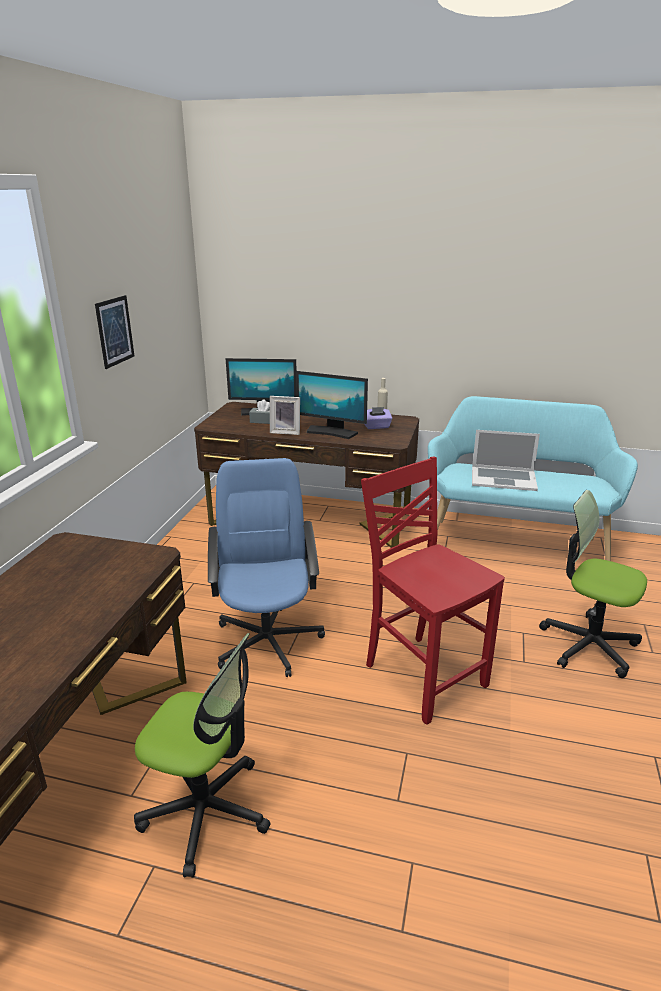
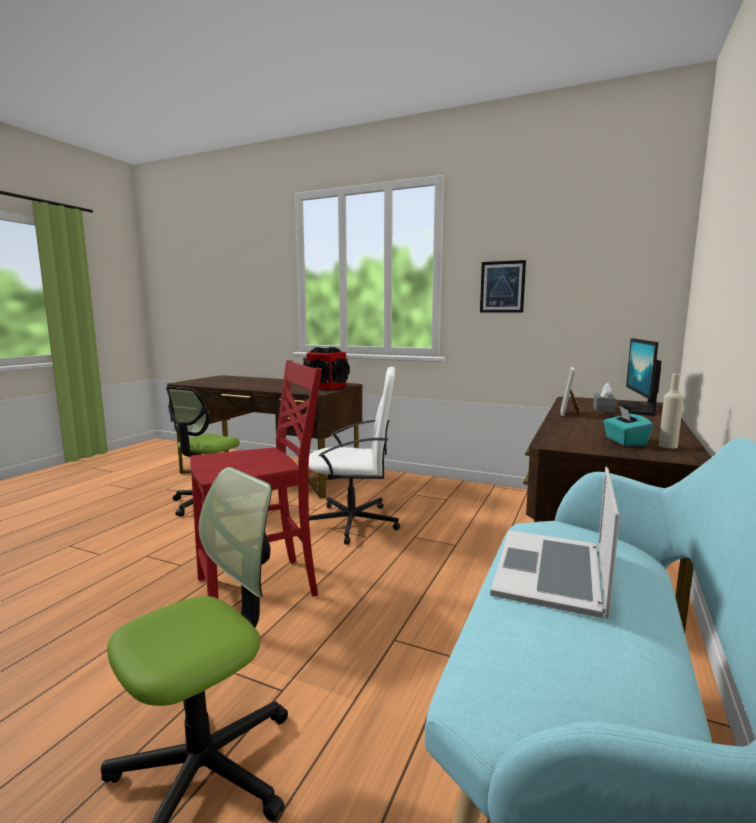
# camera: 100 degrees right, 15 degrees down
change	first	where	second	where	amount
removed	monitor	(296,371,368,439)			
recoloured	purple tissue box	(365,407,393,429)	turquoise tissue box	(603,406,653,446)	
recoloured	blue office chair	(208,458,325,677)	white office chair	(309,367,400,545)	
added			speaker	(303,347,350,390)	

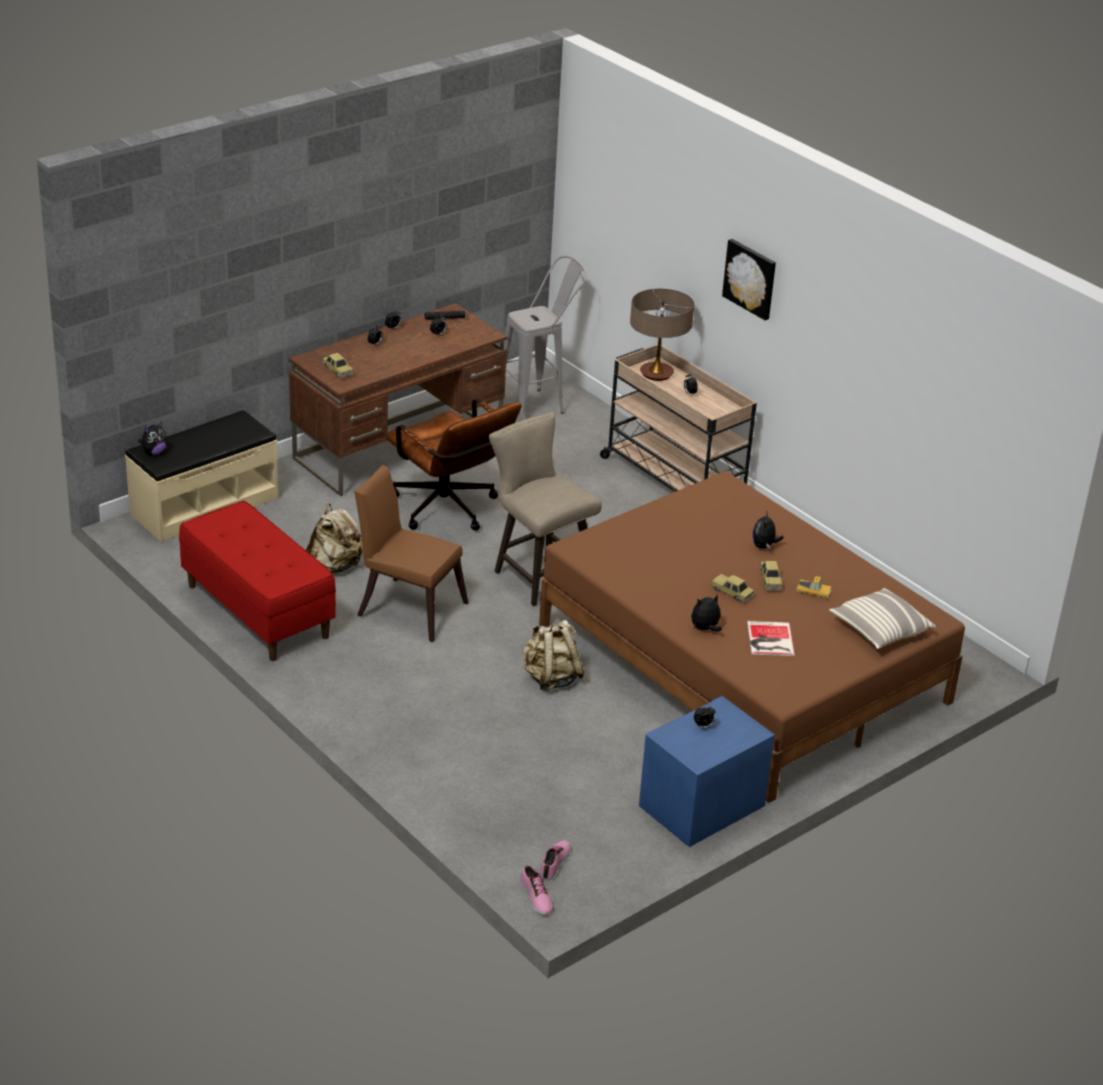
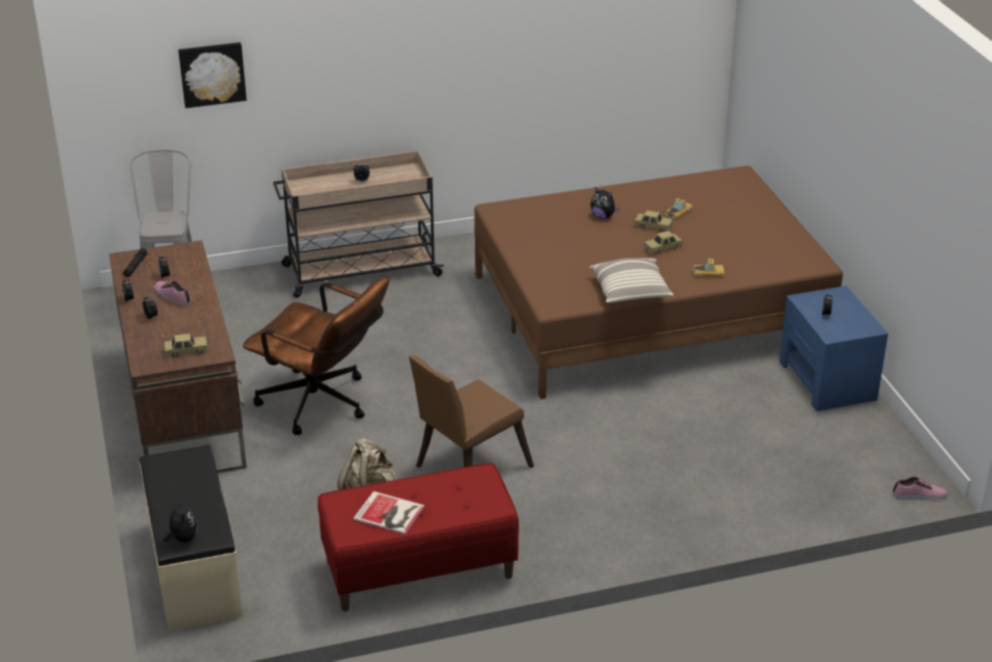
# camera: 65 degrees left, 0 degrees up
change	first	where	second	where	amount
moved	picture	(722,239,776,320)		(178,42,247,108)	
removed	table lamp	(630,289,694,381)			
turned	brown office chair	(385,398,522,531)		(243,277,389,435)	45 degrees clockwise
removed	beige stool	(489,412,602,606)			
moved	pillow	(829,588,936,649)		(590,258,674,303)	
replaced	plush toy	(691,594,722,631)	toy car	(692,259,725,278)	
removed	beige backpack	(522,620,585,691)			
moved	book	(747,621,795,656)		(353,491,425,534)	
moved	shoe	(540,840,570,880)		(154,280,191,306)	

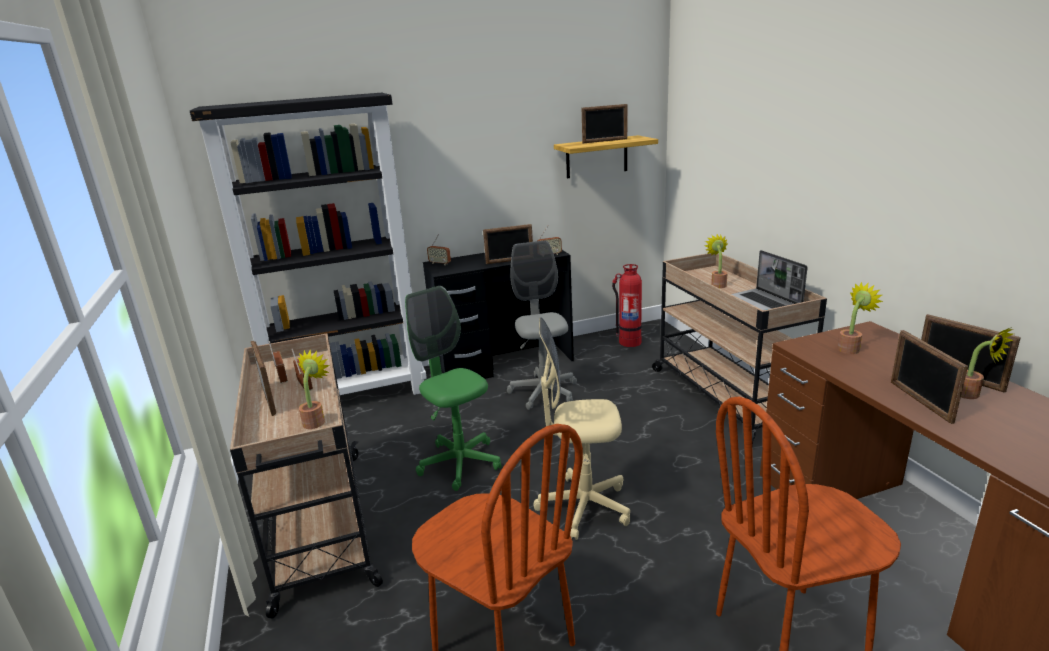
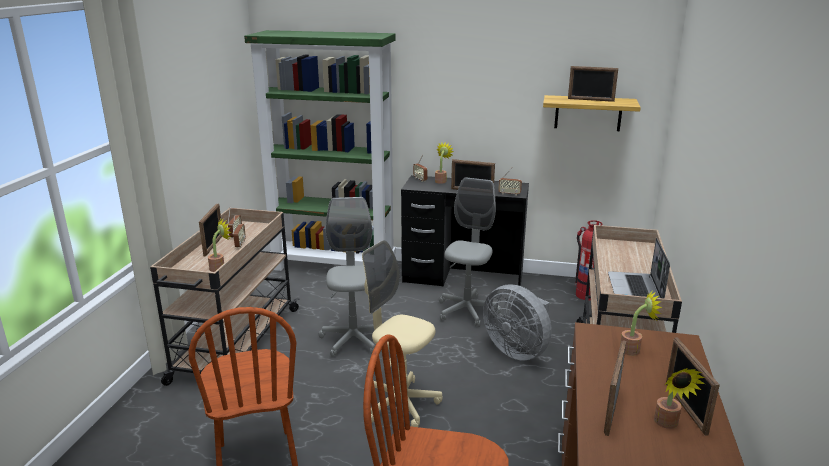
# camera: 30 degrees right, 0 degrees up
change	first	where	second	where	amount
recoloured	black bookcase	(190,93,427,395)	green bookcase	(244,30,396,271)	
moved	potted plant	(704,234,728,288)		(435,142,454,184)	
recoloured	green office chair	(405,286,502,491)	grey office chair	(319,197,383,357)	
added			grey fan	(483,284,552,361)	

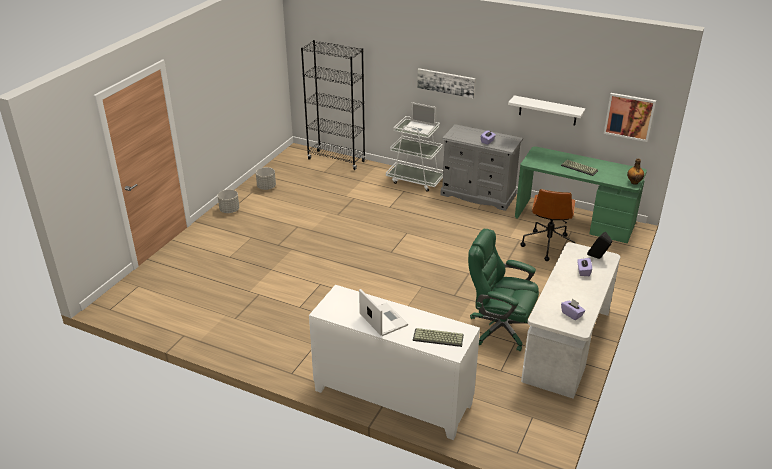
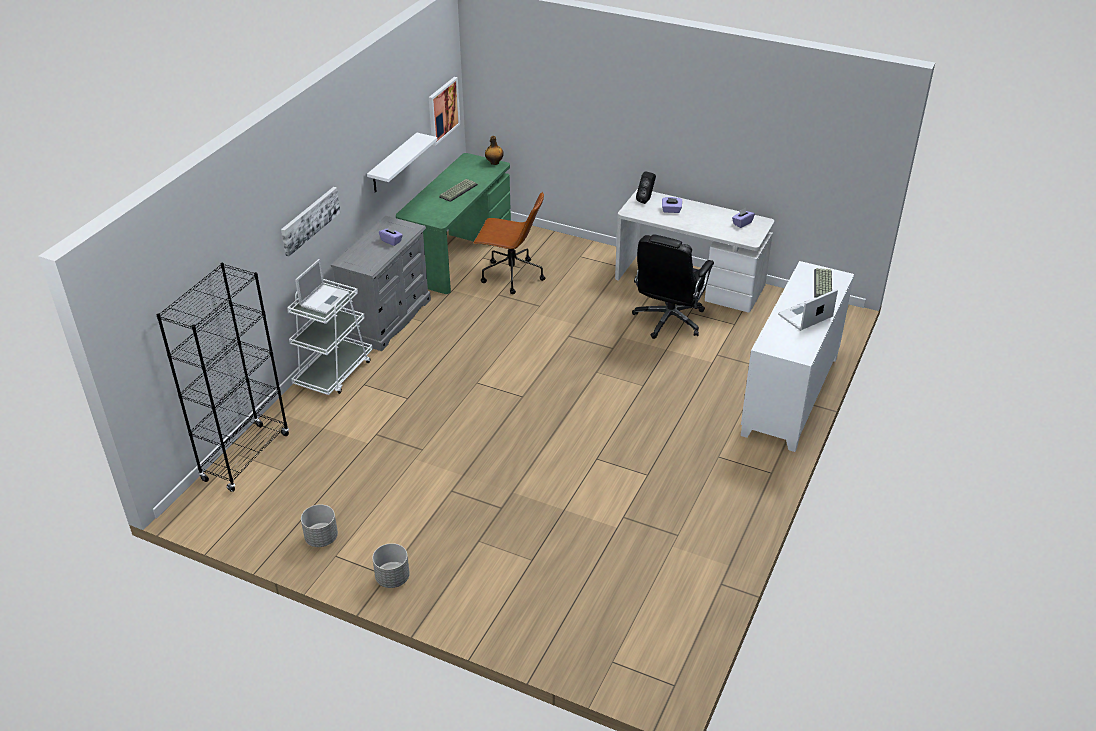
# camera: 90 degrees left, 5 degrees up
change	first	where	second	where	amount
recoloured	green office chair	(468,229,539,351)	black office chair	(632,234,714,339)	

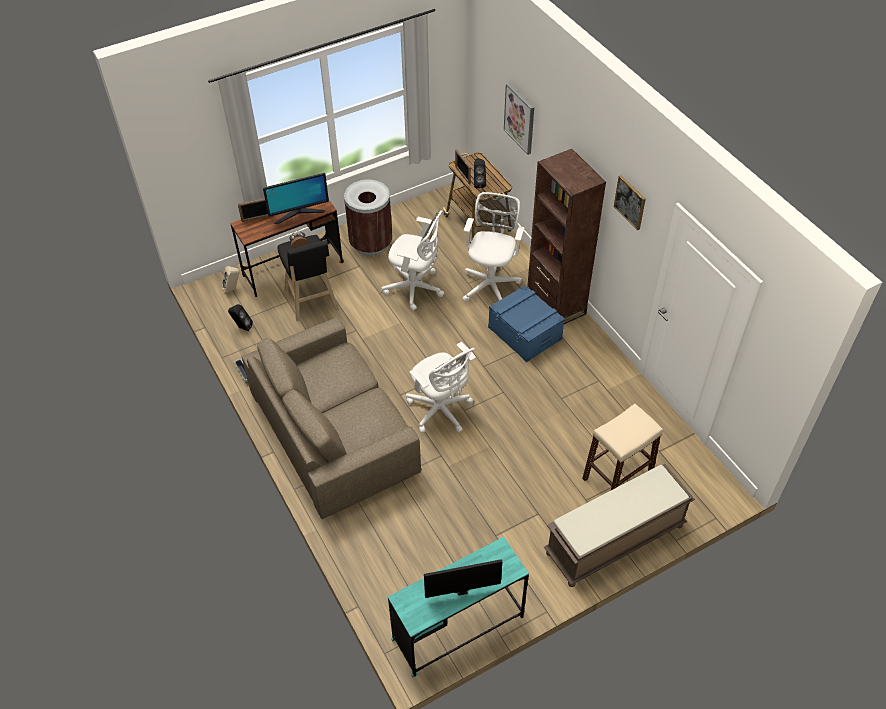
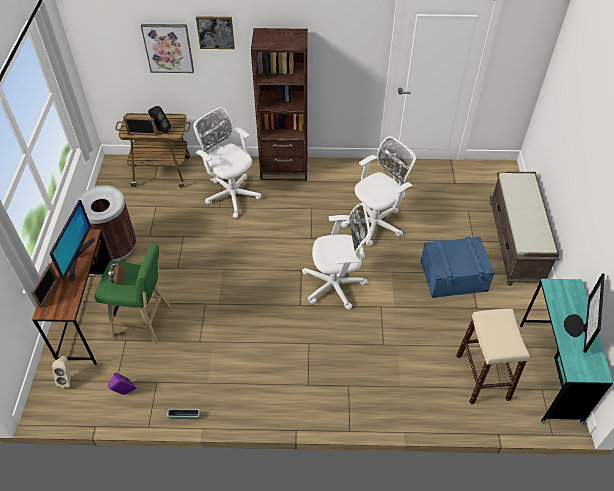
# camera: 60 degrees left, 0 degrees up
change	first	where	second	where	amount
moved	picture	(614,175,646,230)		(196,16,235,49)	
moved	white office chair	(382,210,444,311)		(341,136,416,247)	
recoloured	black stool	(277,235,339,321)	green stool	(94,243,171,344)	
moved	blue storage box	(488,285,565,362)		(420,237,495,298)	
recoloured	black speaker	(228,304,253,331)	purple speaker	(108,373,137,395)	
removed	brown sofa	(242,317,421,519)			
moved	beige stool	(582,404,663,490)		(457,309,530,404)	

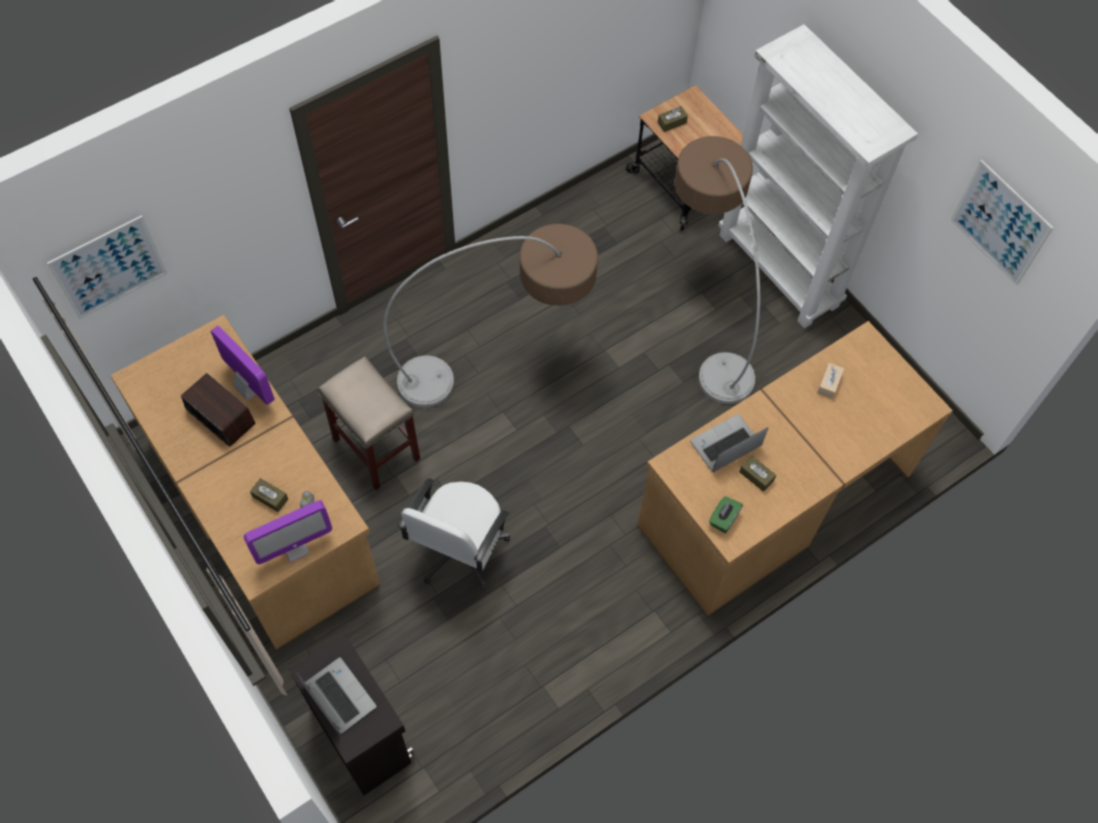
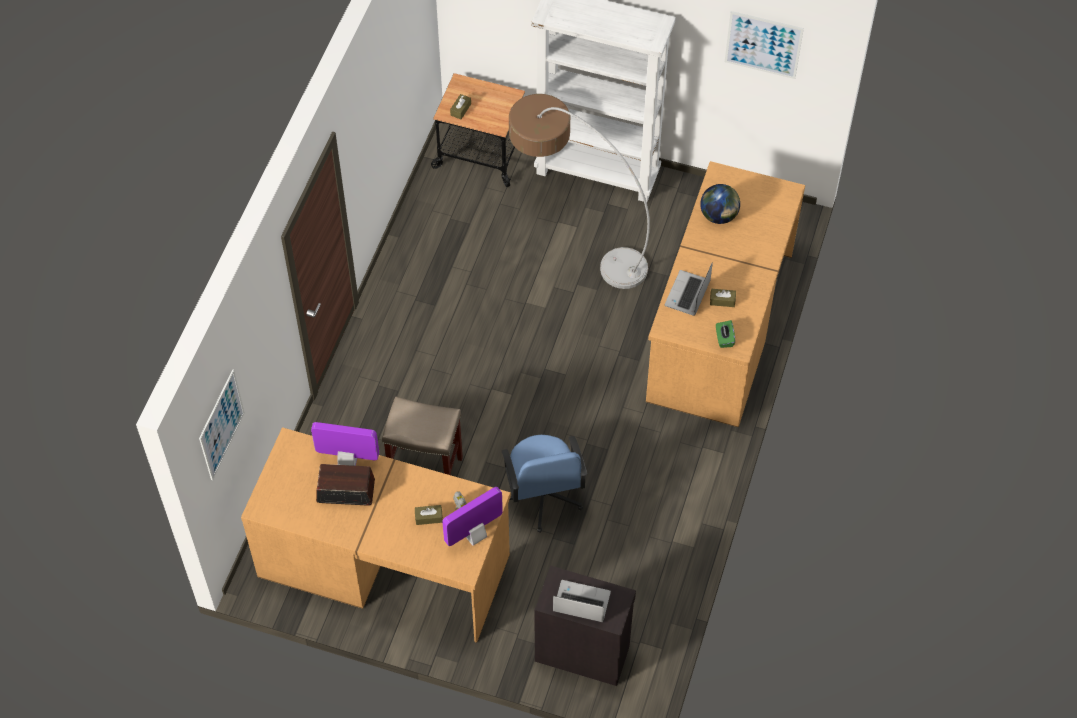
# camera: 35 degrees left, 5 degrees down
change	first	where	second	where	amount
removed	floor lamp	(383,224,598,408)			
replaced	beige tissue box	(817,363,844,399)	globe	(700,184,740,224)	
recoloured	white office chair	(397,478,510,590)	blue office chair	(502,435,587,533)	
turned	monitor	(243,500,332,564)		(442,487,503,546)	150 degrees counterclockwise

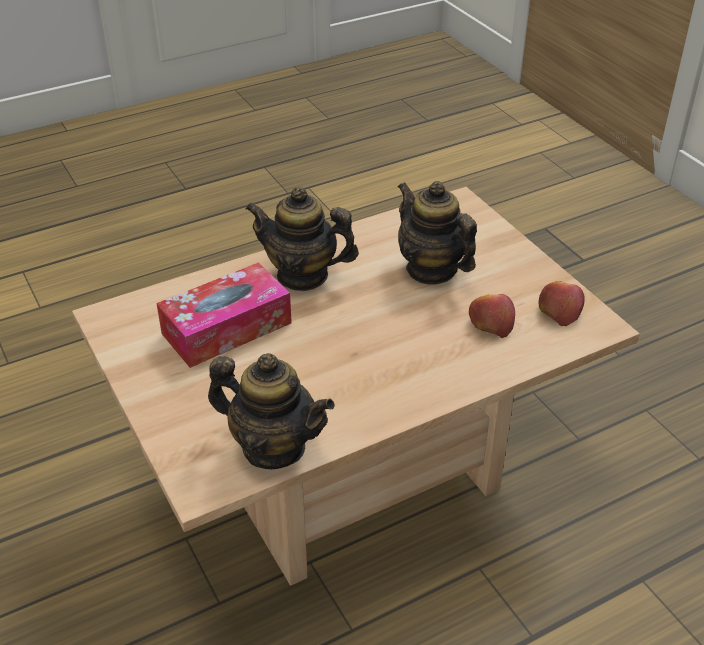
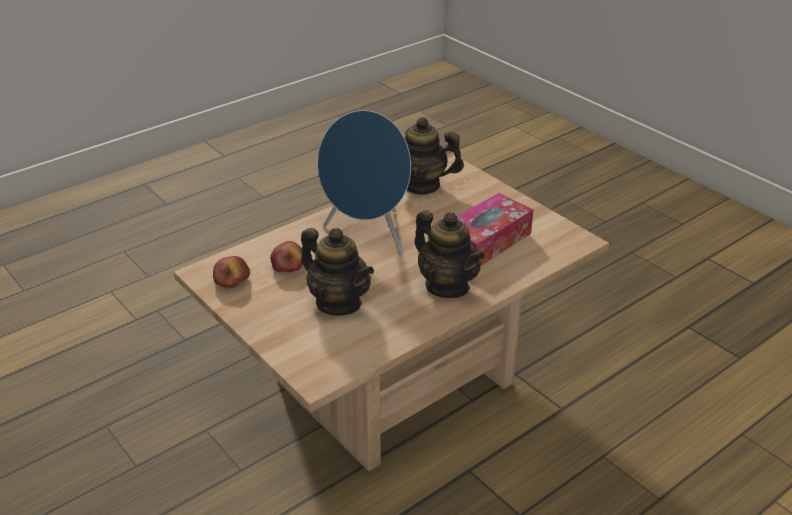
# camera: 170 degrees right, 5 degrees down
change	first	where	second	where	amount
turned	teapot	(245,187,359,291)		(415,211,485,298)	45 degrees clockwise
added			blue speaker	(317,110,411,255)	

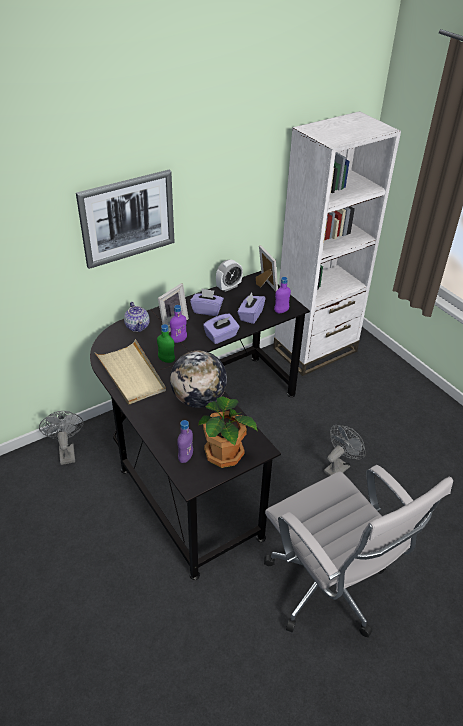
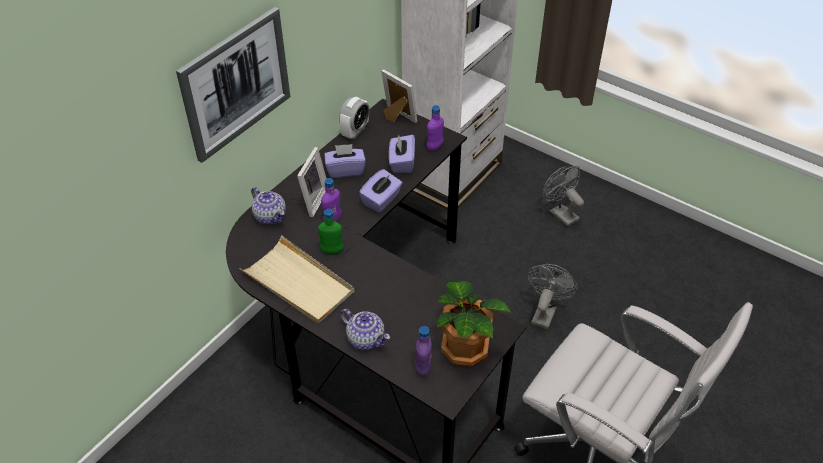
# camera: 20 degrees left, 5 degrees up
change	first	where	second	where	amount
removed	globe	(170,351,227,408)			
moved	grey fan	(39,411,84,465)		(543,166,584,227)	
added			teapot	(340,309,390,350)	

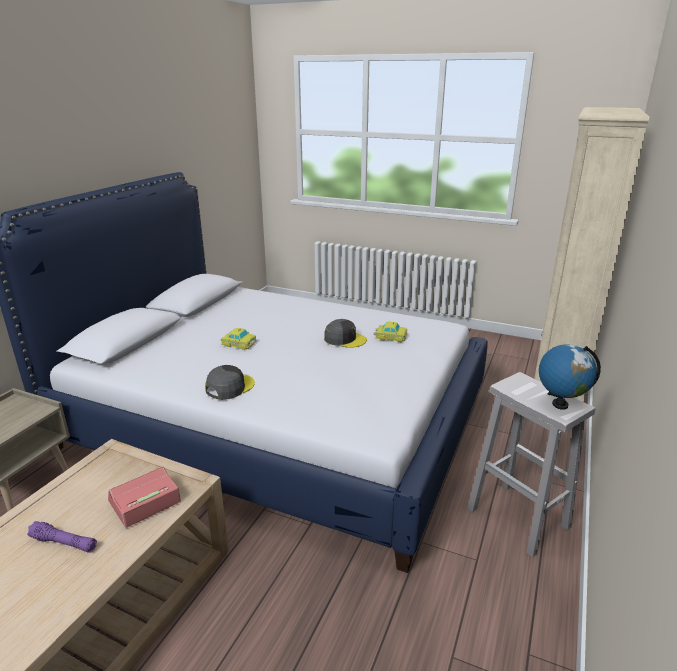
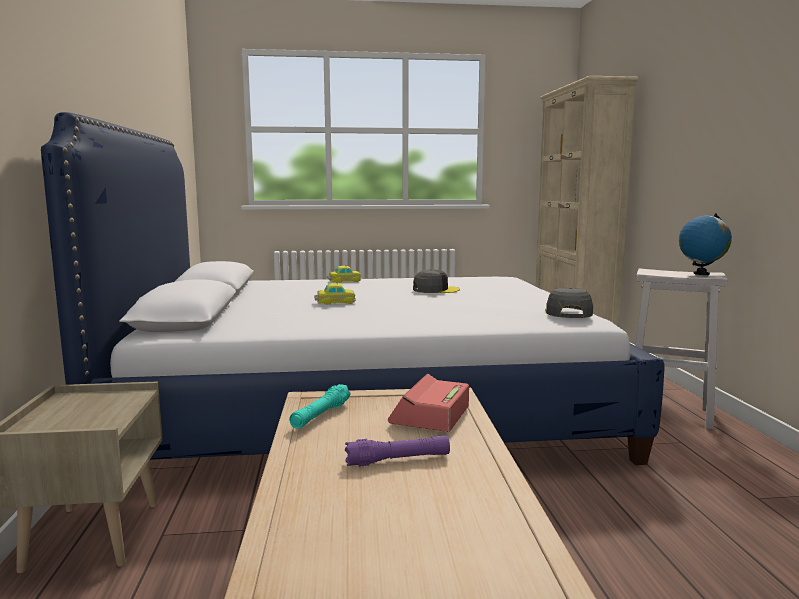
# camera: 30 degrees left, 15 degrees down
change	first	where	second	where	amount
moved	toy car	(374,322,407,342)		(327,265,361,283)	
moved	grey cap	(205,365,255,400)		(545,288,593,318)	
added			turquoise flashlight	(289,384,351,429)	

